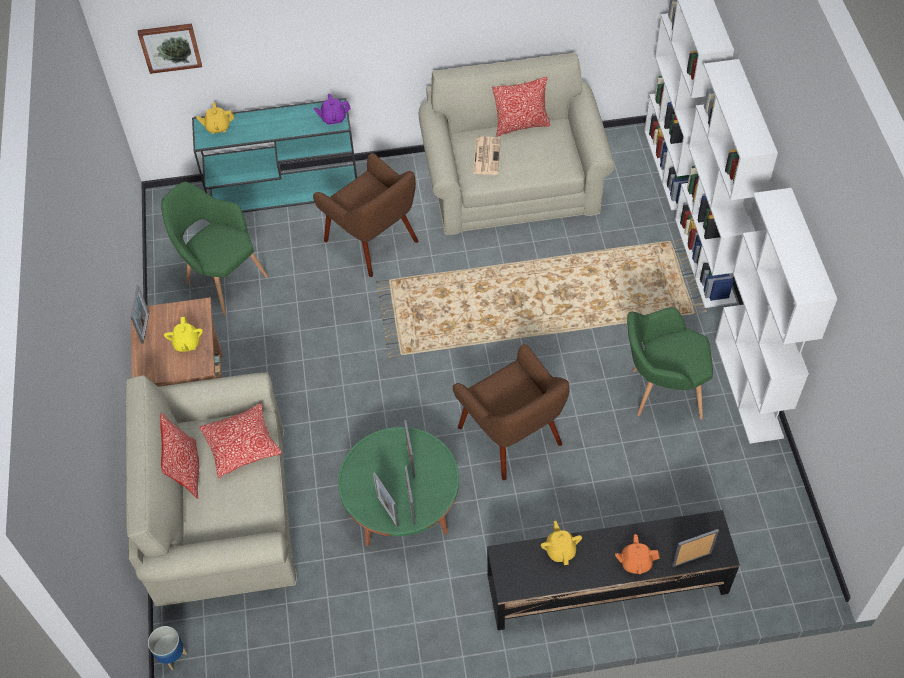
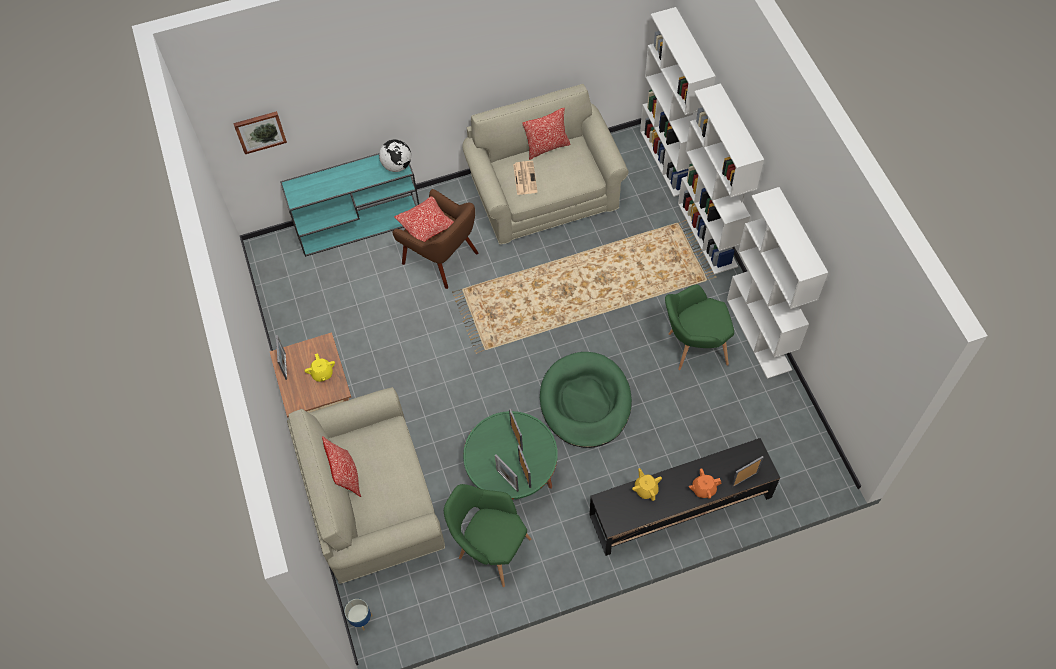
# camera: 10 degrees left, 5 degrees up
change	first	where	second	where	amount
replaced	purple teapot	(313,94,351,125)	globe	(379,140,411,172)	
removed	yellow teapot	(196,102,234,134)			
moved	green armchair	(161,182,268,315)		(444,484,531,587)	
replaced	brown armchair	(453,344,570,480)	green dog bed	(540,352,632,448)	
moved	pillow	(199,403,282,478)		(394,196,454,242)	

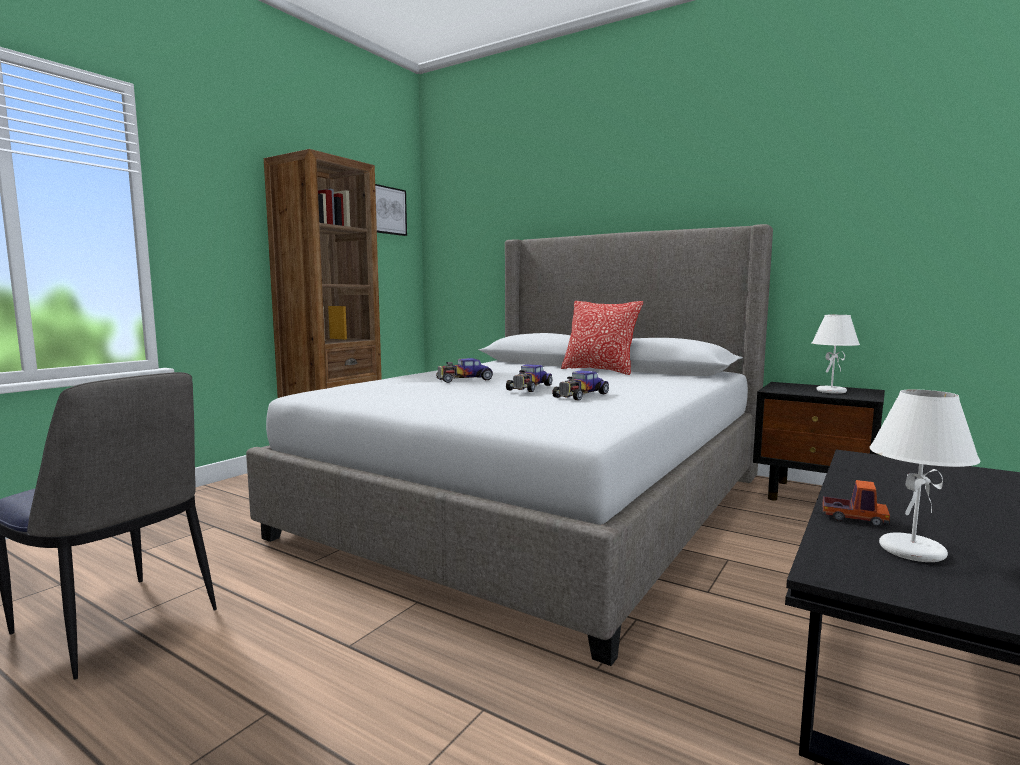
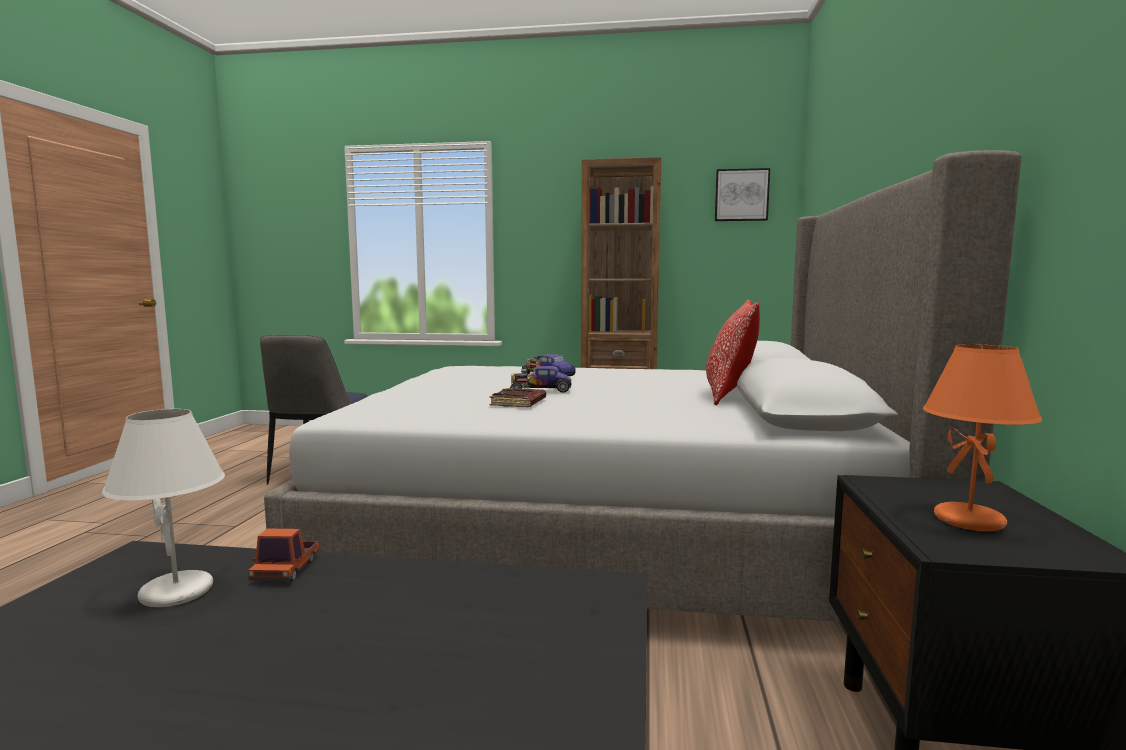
# camera: 65 degrees right, 0 degrees up
change	first	where	second	where	amount
recoloured	white table lamp	(812,315,860,394)	orange table lamp	(923,344,1042,531)	
replaced	toy car	(552,370,609,401)	brown book	(489,388,546,407)	

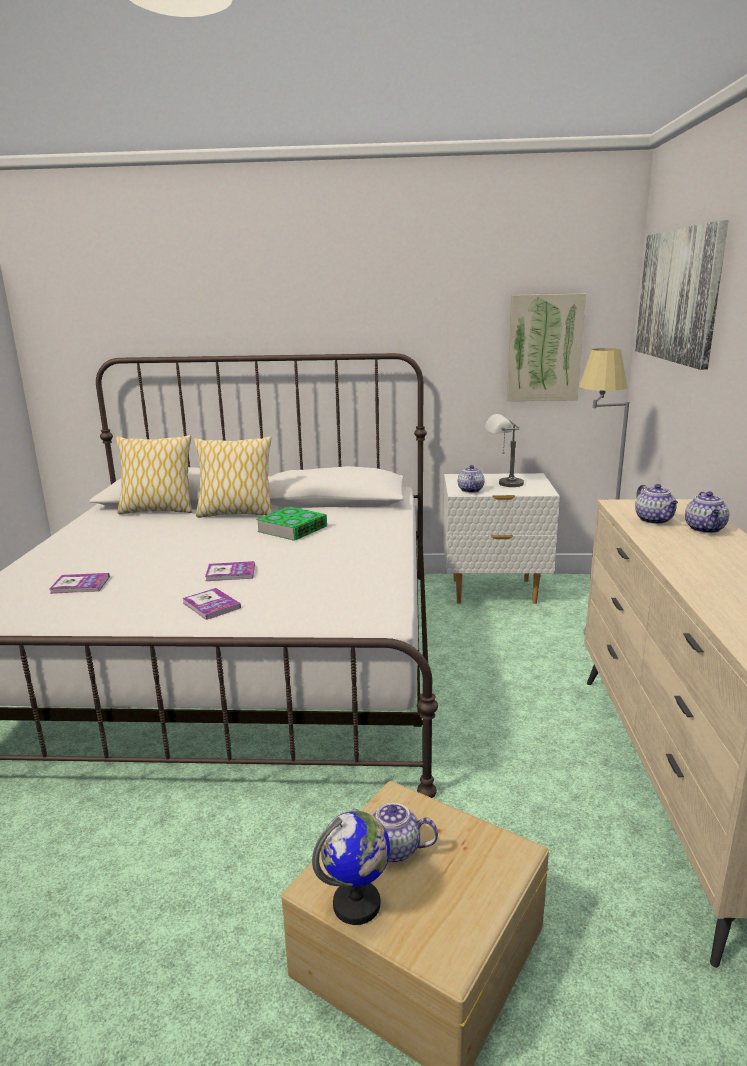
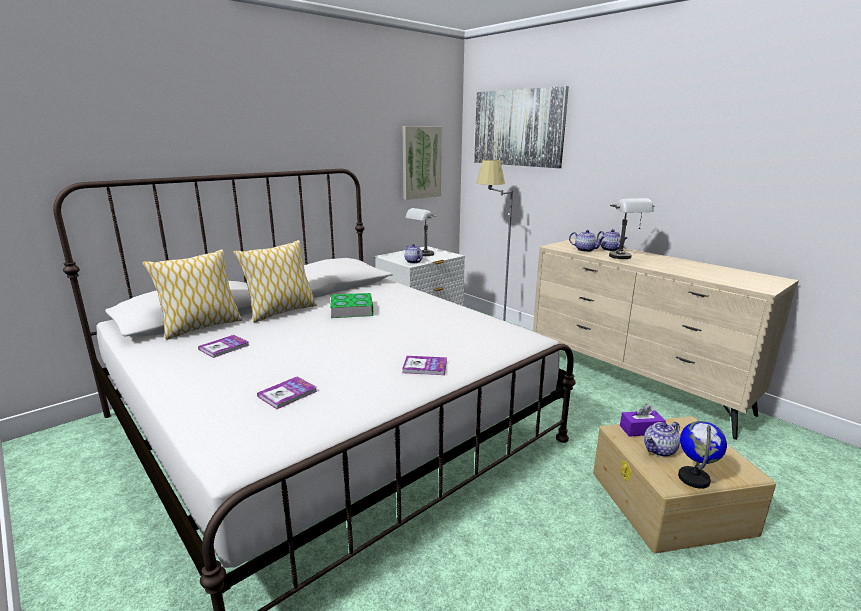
# camera: 45 degrees left, 0 degrees up
change	first	where	second	where	amount
moved	book	(205,561,255,581)		(198,335,249,358)	
added			grey table lamp	(609,198,654,259)	
added			purple tissue box	(620,404,666,437)	

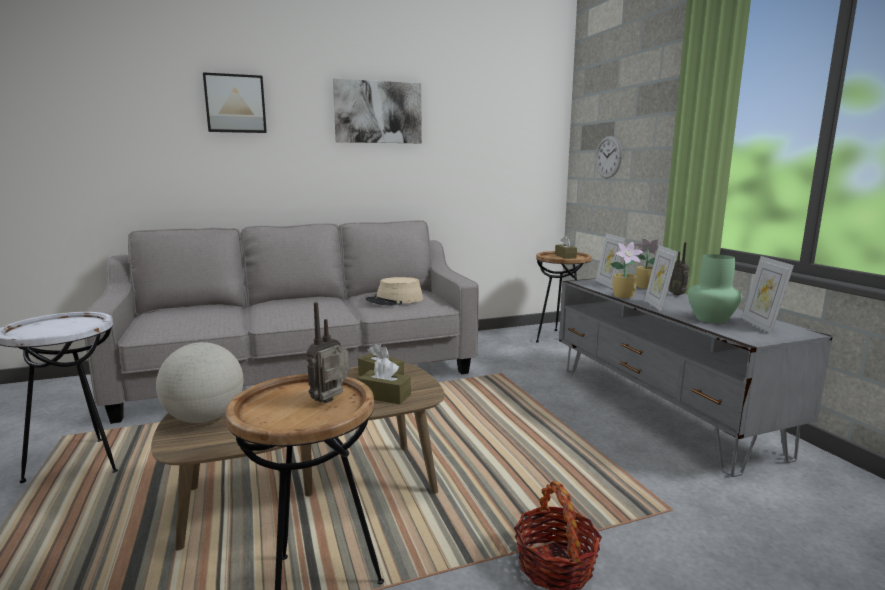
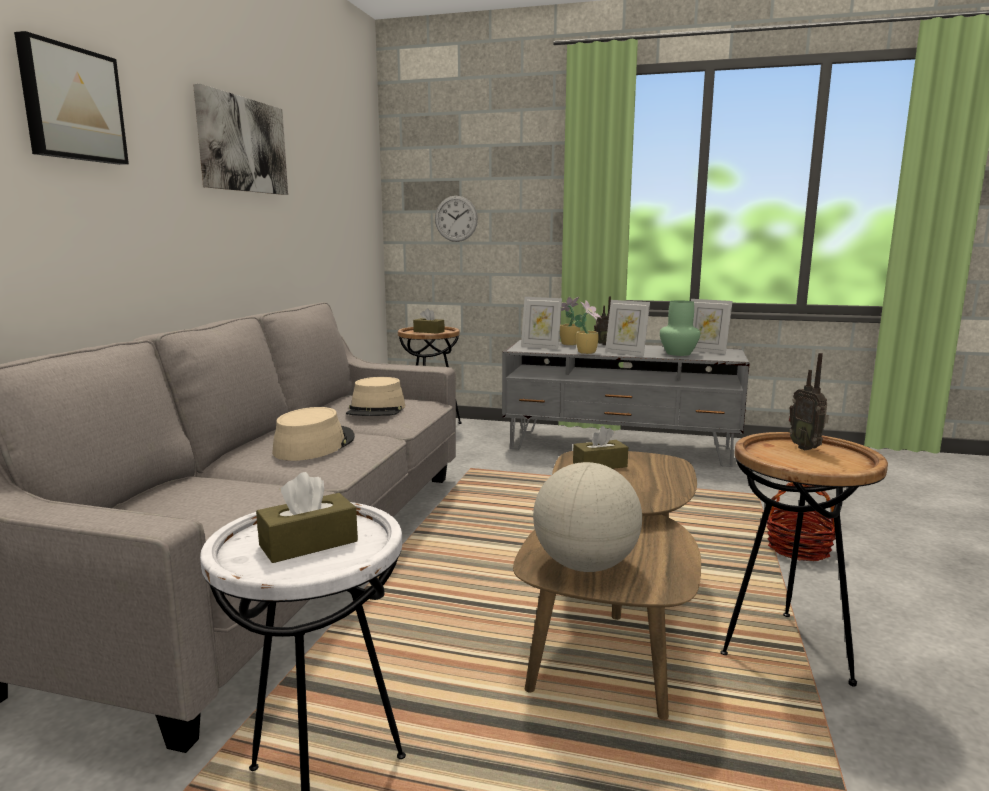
# camera: 55 degrees left, 0 degrees up
change	first	where	second	where	amount
moved	brown tissue box	(358,358,411,404)		(256,472,358,563)	
added			beige hat	(272,407,355,461)	

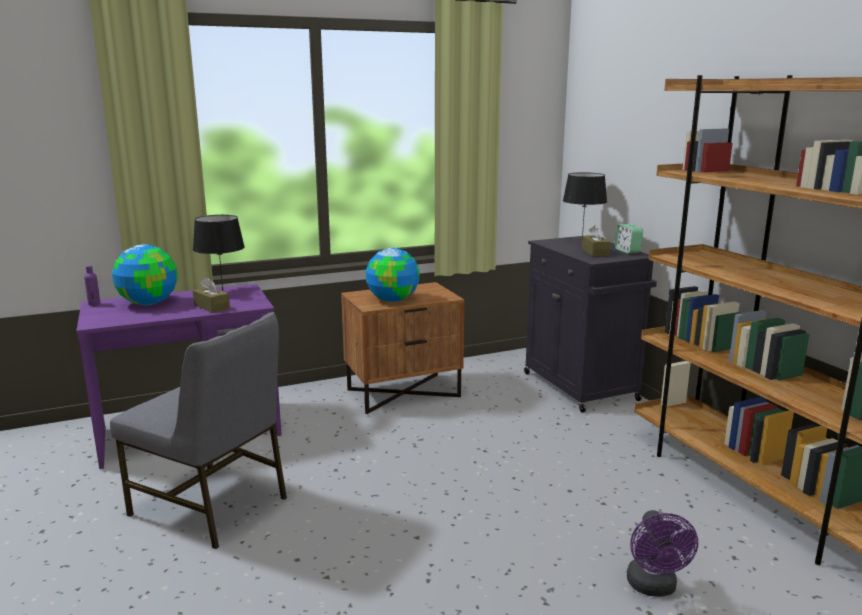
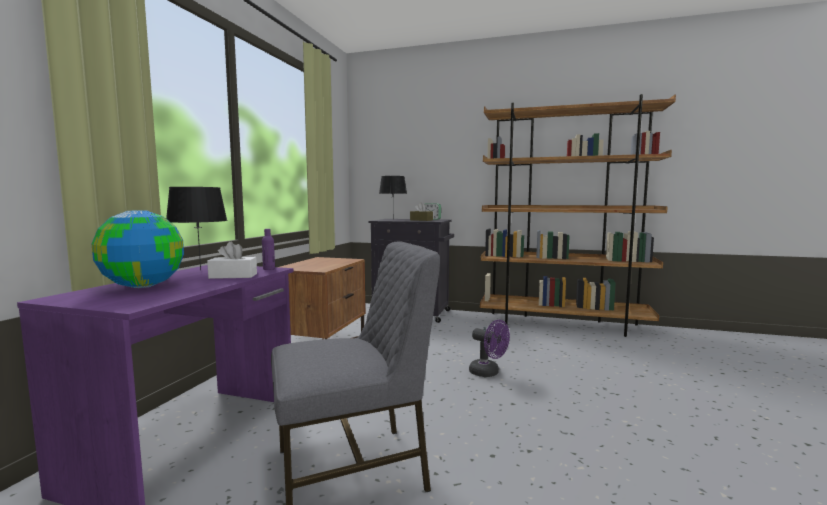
# camera: 50 degrees left, 10 degrees down
change	first	where	second	where	amount
removed	globe	(366,248,419,302)			
moved	purple bottle	(84,265,100,306)		(262,229,275,270)	
recoloured	brown tissue box	(193,277,230,313)	white tissue box	(207,242,257,279)	
moved	purple fan	(627,510,698,597)		(469,320,510,377)	

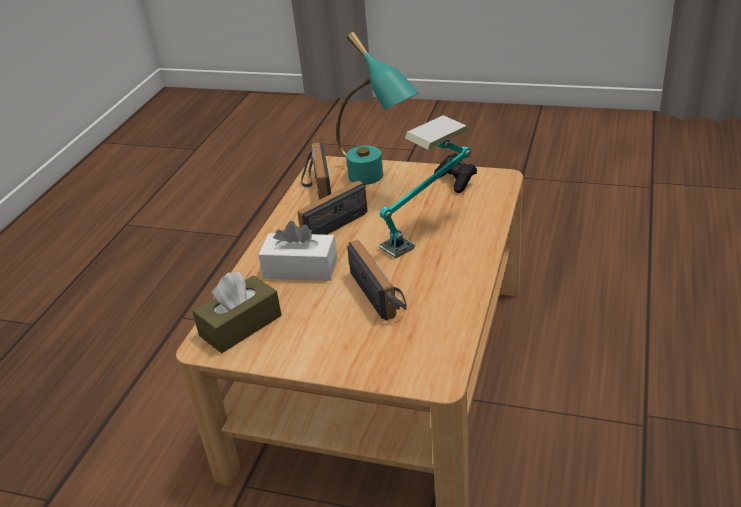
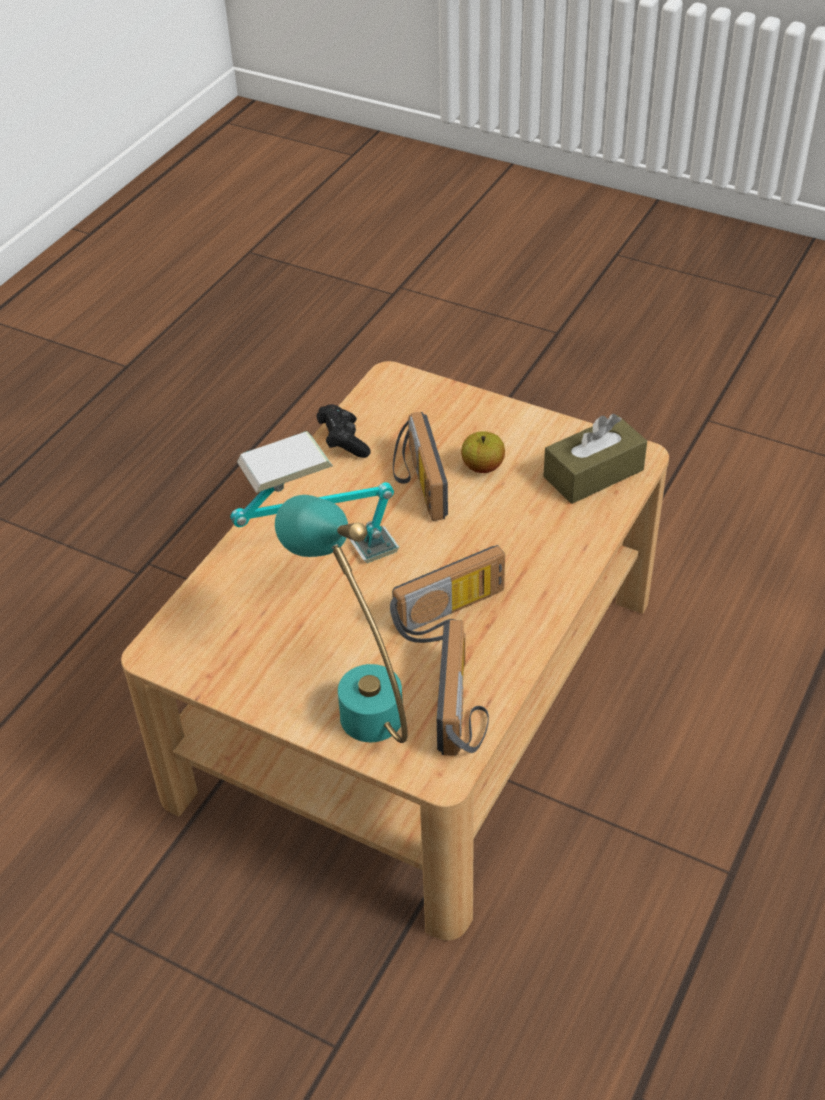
# camera: 170 degrees left, 10 degrees up
change	first	where	second	where	amount
moved	black game controller	(434,153,477,193)		(316,404,371,458)	
removed	white tissue box	(258,221,338,281)			
added			apple	(461,431,505,473)	

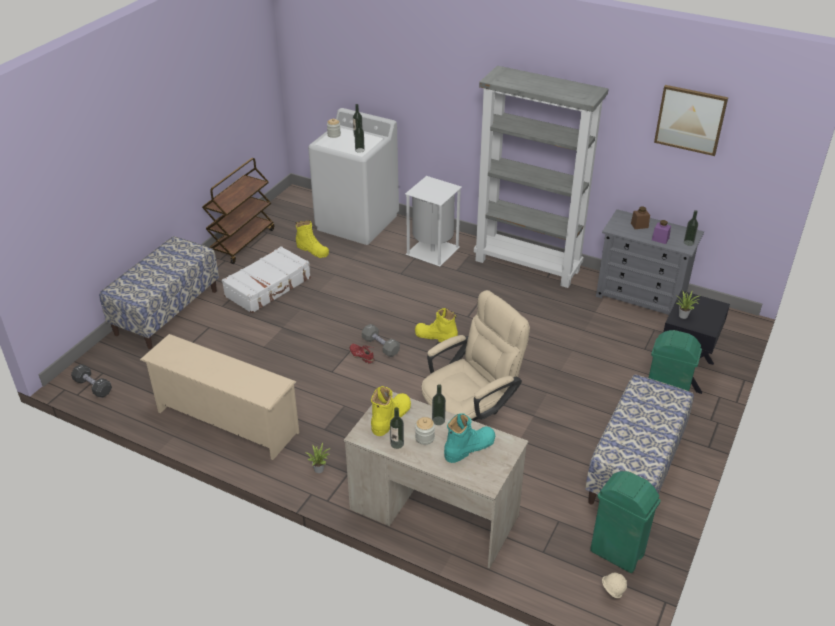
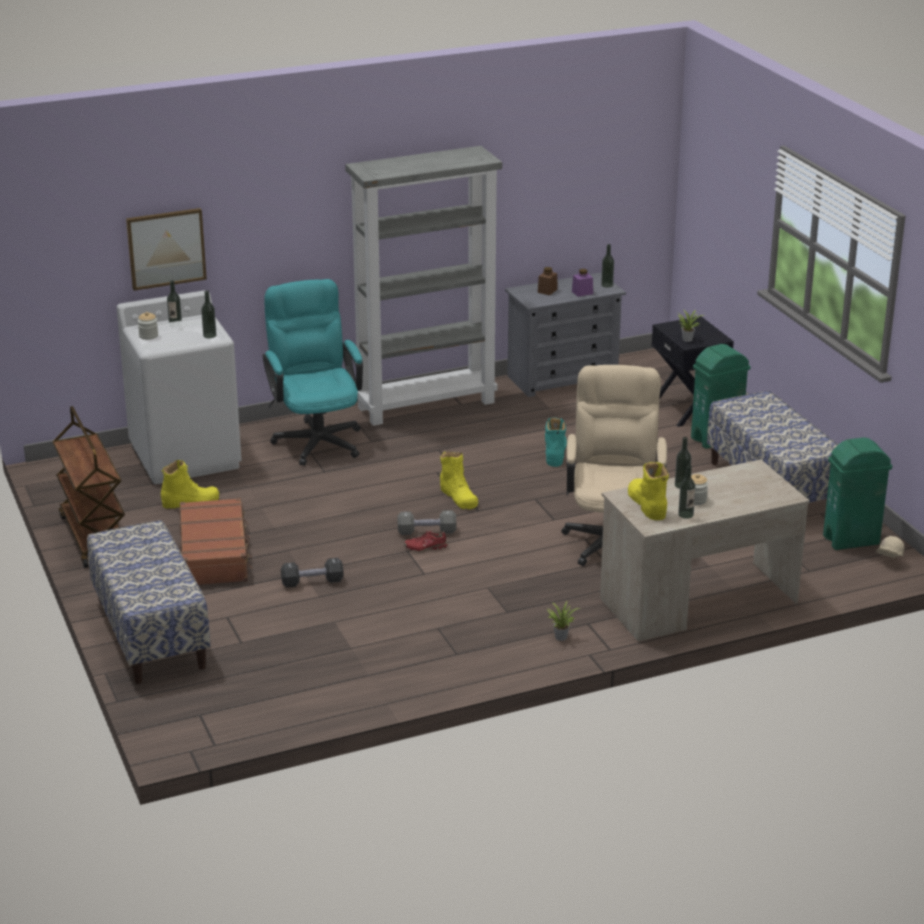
# camera: 50 degrees left, 10 degrees down
change	first	where	second	where	amount
moved	picture	(654,85,728,156)		(126,208,207,291)	
replaced	white trash can	(405,176,462,266)	turquoise office chair	(262,279,363,466)	
recoloured	white suitcase	(222,246,311,313)	brown suitcase	(179,498,253,585)	
turned	yellow boot	(415,308,458,342)		(440,452,478,509)	90 degrees counterclockwise
removed	beige shoe rack	(140,334,299,460)			
moved	black dumbbell	(71,364,112,398)		(281,558,344,588)	
moved	turquoise boot	(444,413,495,463)		(545,418,567,467)	

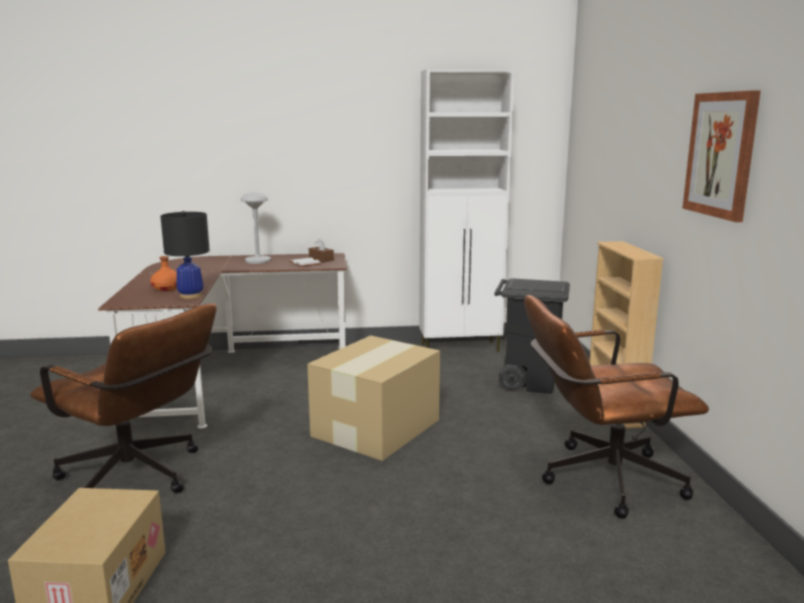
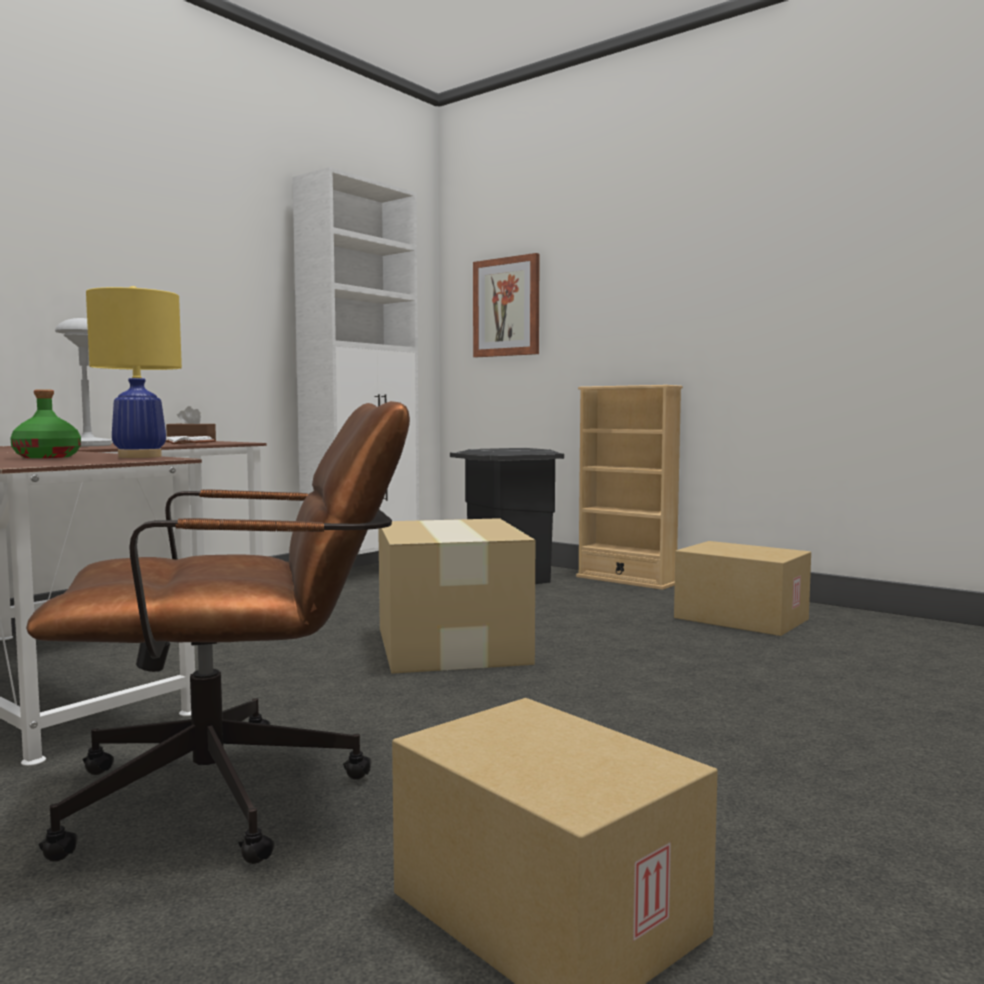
# camera: 45 degrees left, 10 degrees down
change	first	where	second	where	amount
moved	picture	(683,90,761,222)		(473,253,540,357)	
recoloured	black table lamp	(160,211,210,299)	yellow table lamp	(86,286,182,458)	
recoloured	orange bottle	(150,256,177,291)	green bottle	(10,389,81,458)	
replaced	brown office chair	(524,295,709,519)	cardboard box	(674,541,811,636)	

